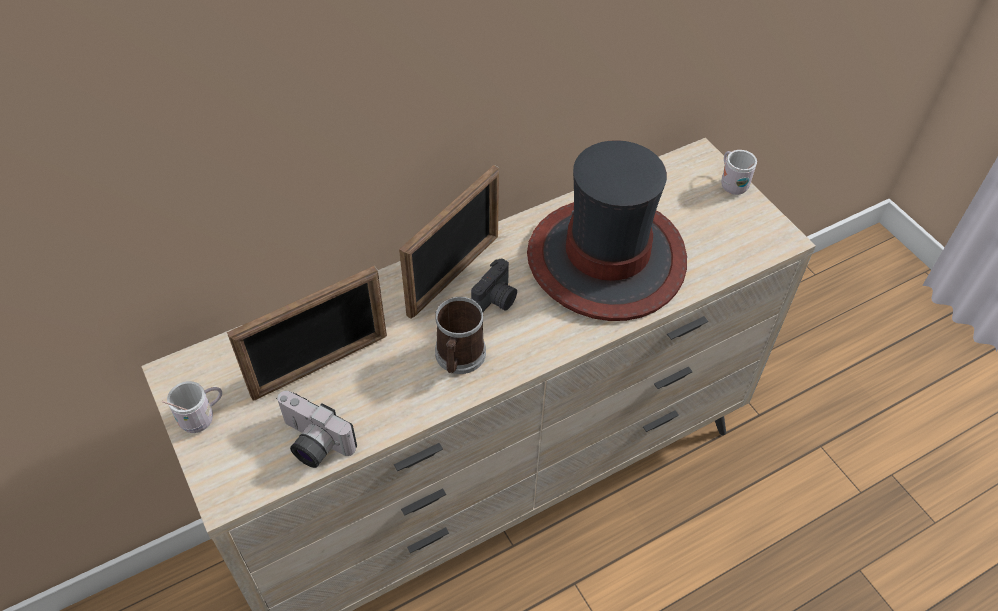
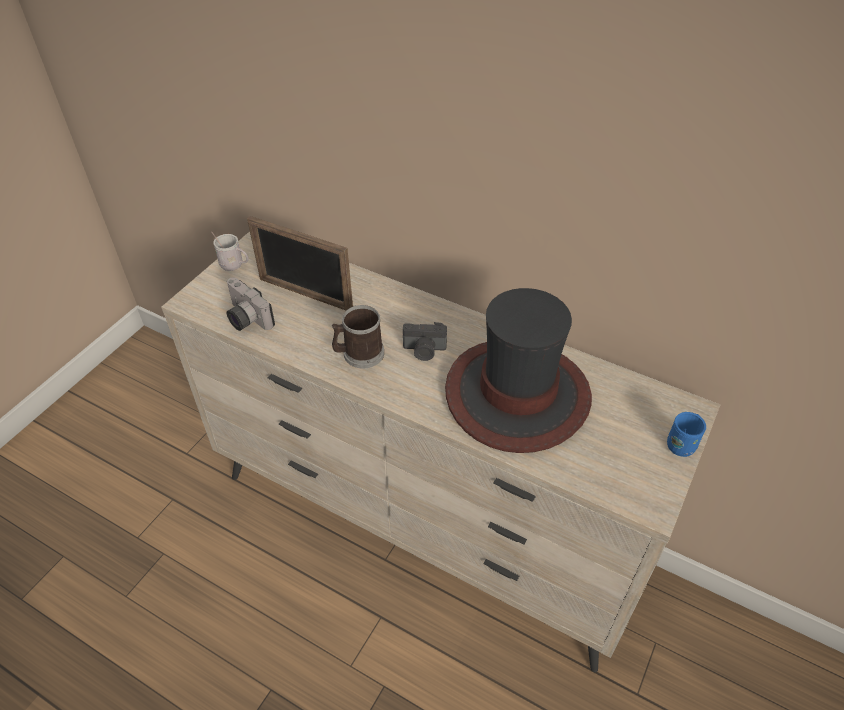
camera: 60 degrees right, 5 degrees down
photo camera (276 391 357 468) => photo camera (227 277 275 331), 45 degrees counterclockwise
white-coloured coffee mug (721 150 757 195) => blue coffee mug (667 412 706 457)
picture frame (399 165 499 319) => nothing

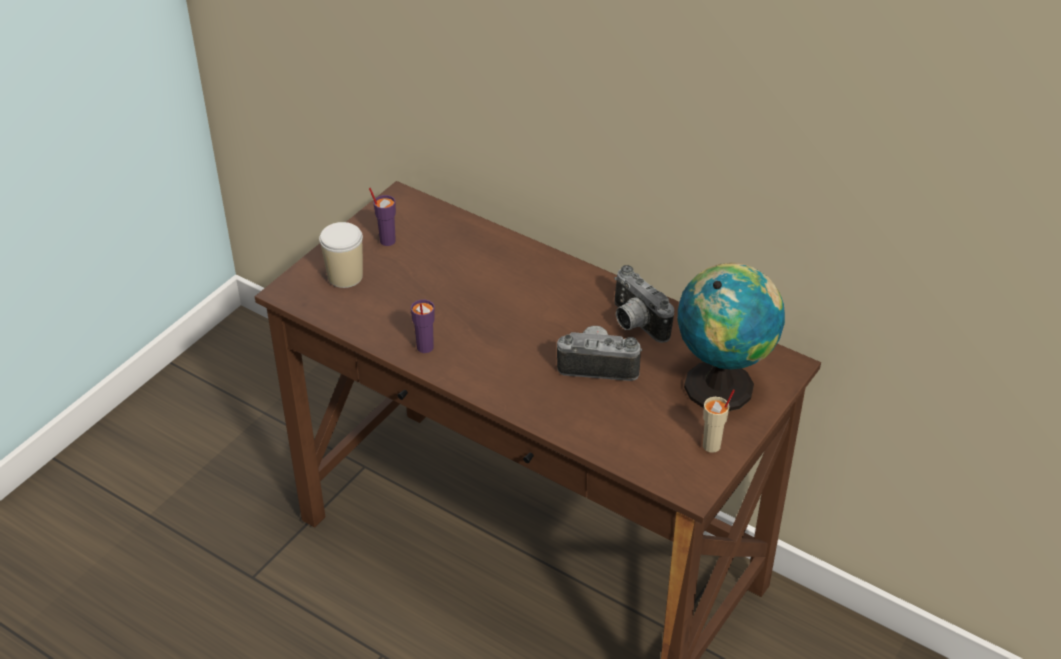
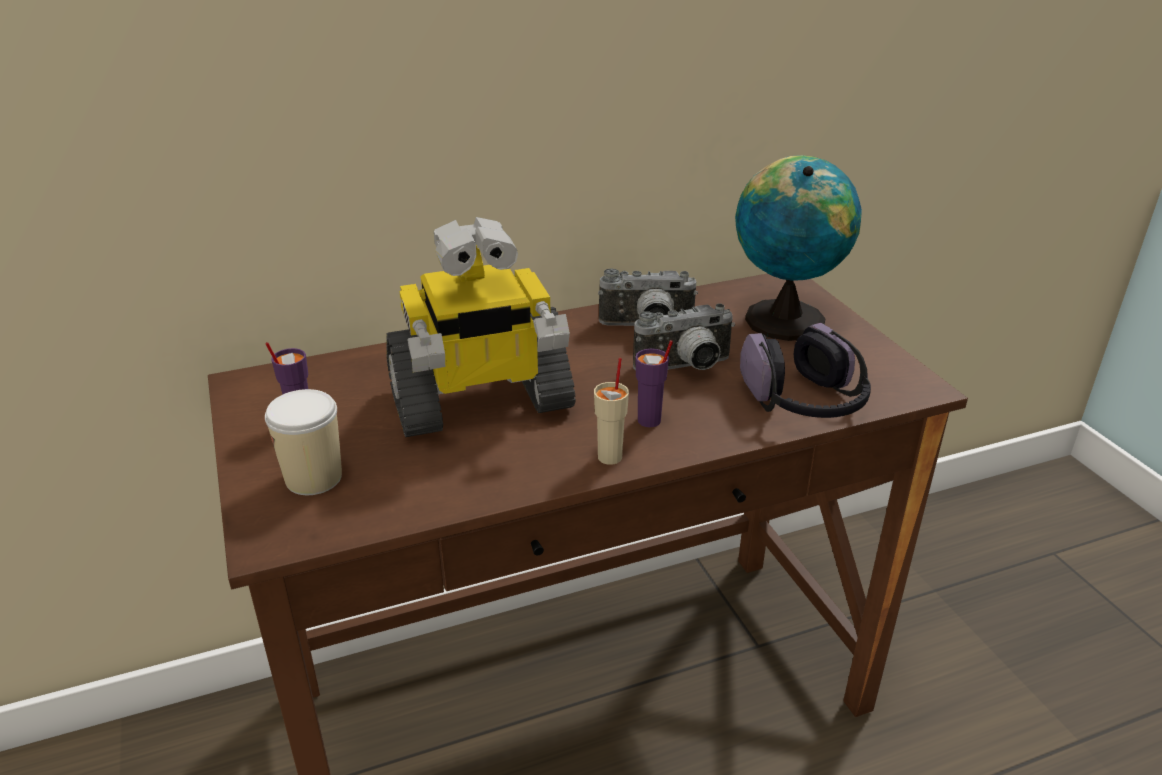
camera: 55 degrees left, 10 degrees down
nothing => toy robot (386 217 576 437)
sand-coloured cup (703 389 735 453) => sand-coloured cup (594 358 629 465), move
photo camera (557 326 642 381) => photo camera (633 303 735 370), 150 degrees counterclockwise
purple cup (411 300 434 353) => purple cup (636 340 673 427), move
nothing => pair of headphones (740 323 871 418)

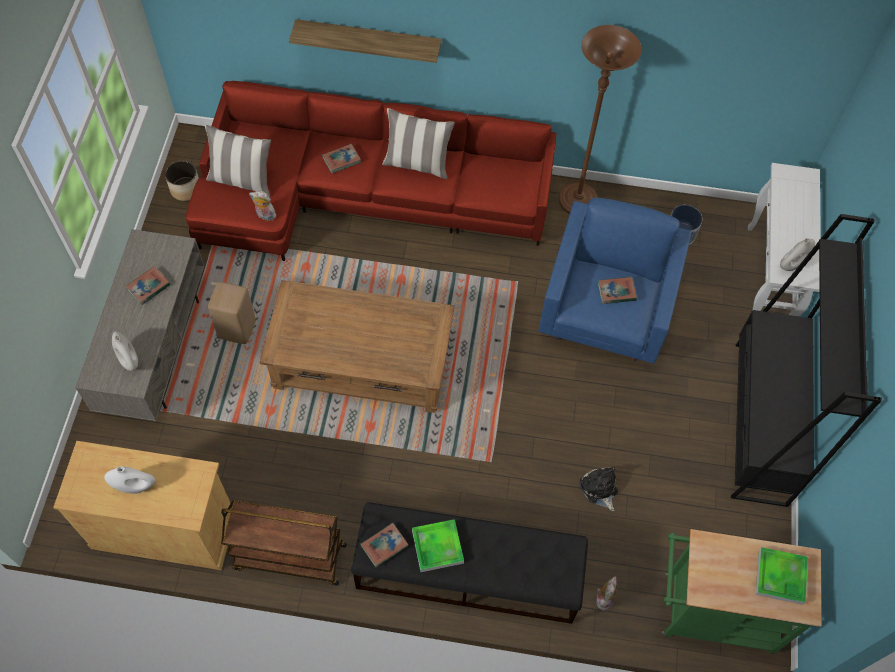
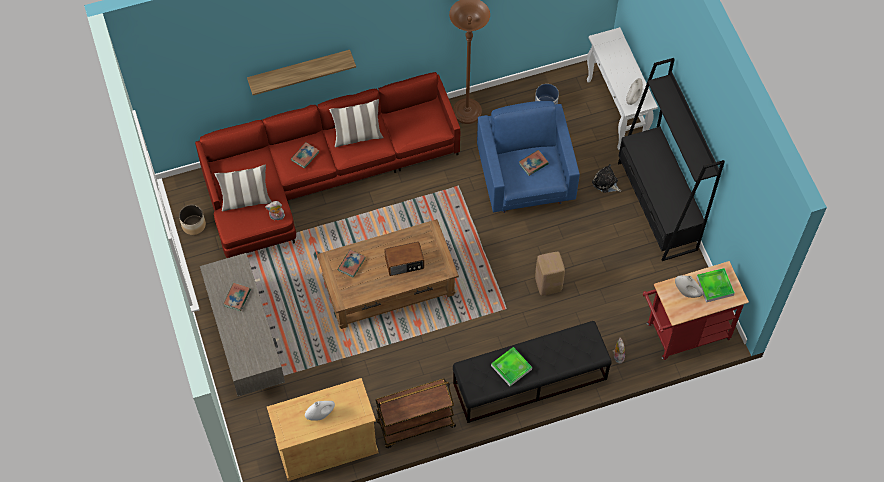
camera: 25 degrees left, 0 degrees up
bound book (360 523 408 567) => bound book (337 250 365 278), move
nothing => radio (384 242 424 276)
sand-coloured stool seat (208 282 256 344) => sand-coloured stool seat (535 252 565 296), move
plush toy (580 467 618 511) => plush toy (592 164 621 193), move
greenish trolley (662 529 822 654) => reddish trolley (643 261 749 360)
white-coloured decorative vase (112 331 138 371) => white-coloured decorative vase (675 275 703 298), move

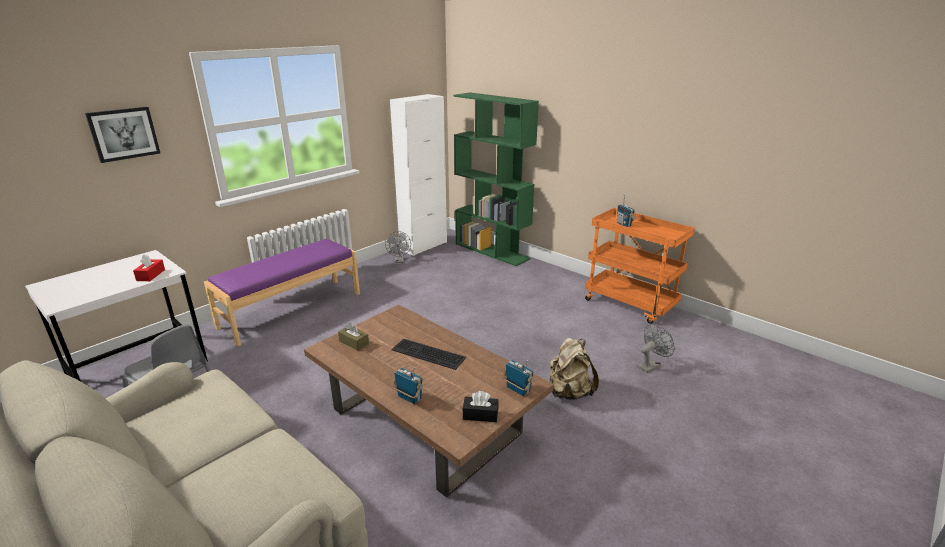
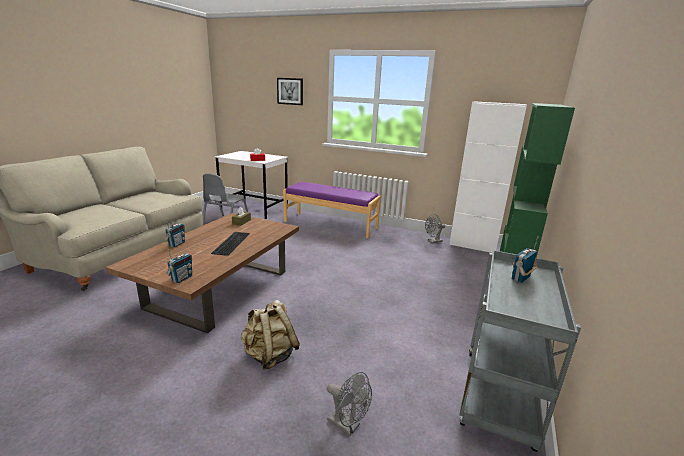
camera: 70 degrees right, 5 degrees down
orange trolley (585 208 695 324) => gray trolley (459 250 581 452)
black-coloured box of tissues (462 391 499 422) => nothing

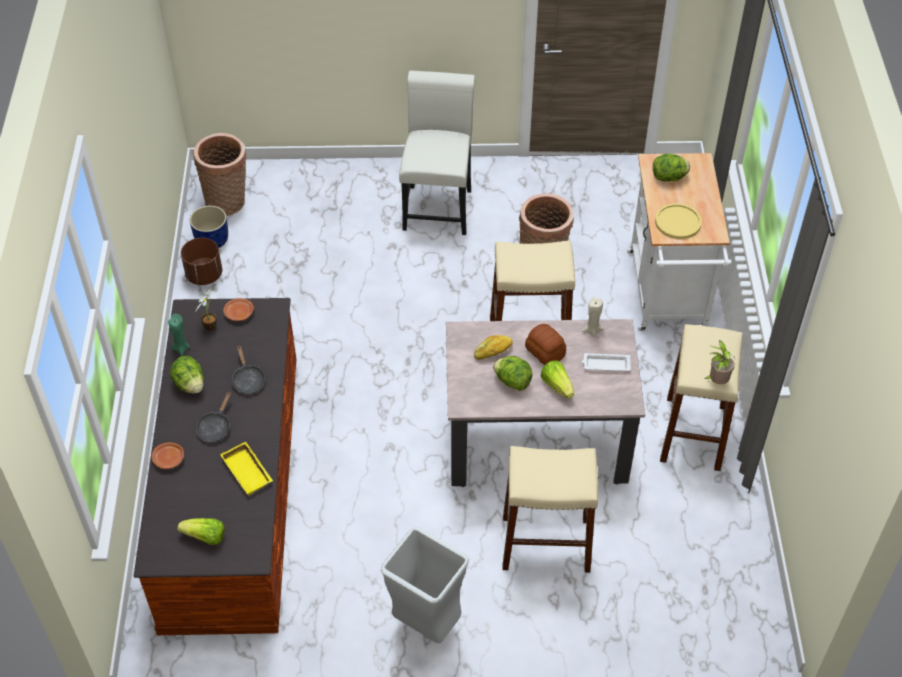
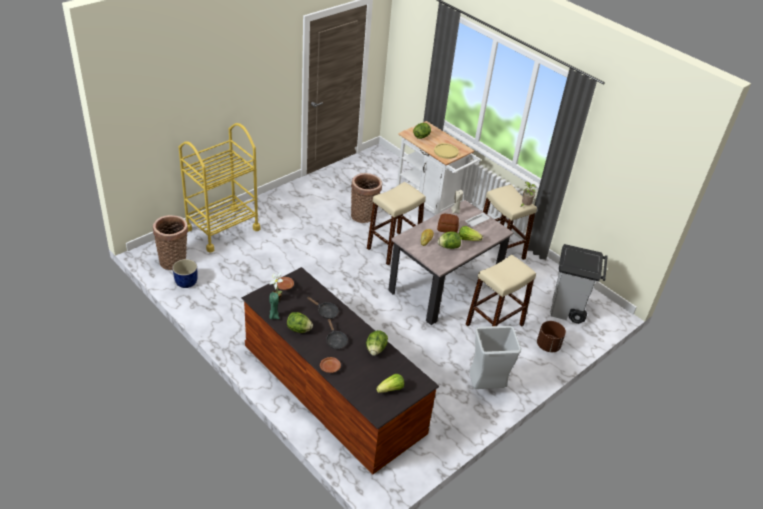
camera: 45 degrees left, 10 degrees down
nothing => yellowish trolley (178 123 261 253)
yellowish tray (220 442 273 495) => head of lettuce (366 330 388 356)
brown flower pot (181 238 222 285) => brown flower pot (537 321 566 352), move
nothing => gray waste bin (550 244 608 324)
white-coloured plain chair (399 71 475 235) => nothing

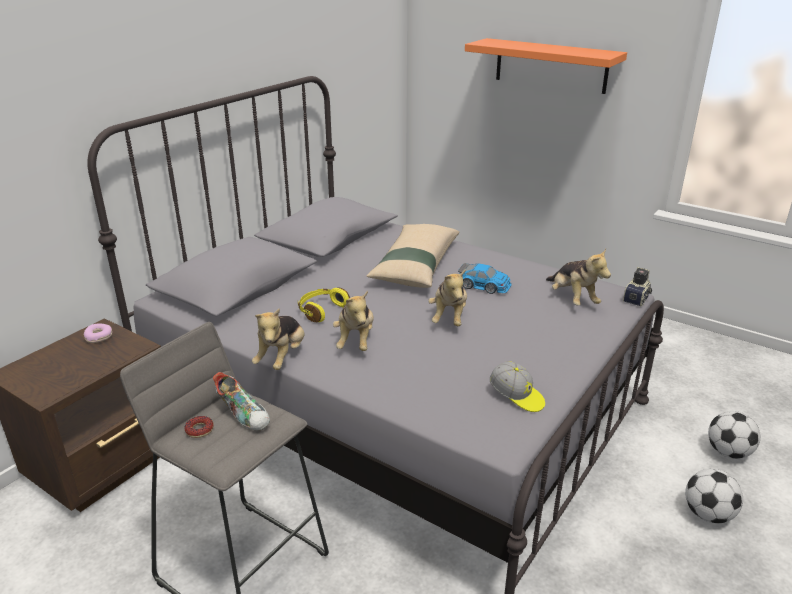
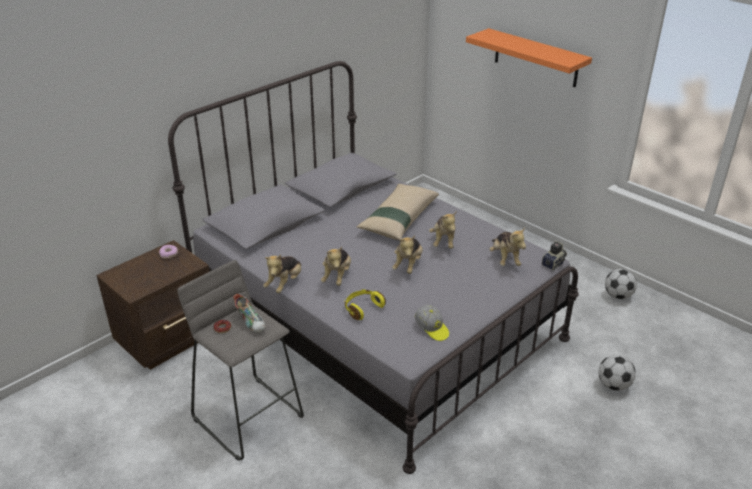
camera: 10 degrees right, 5 degrees up
yellowish pair of headphones (297 288 350 322) => yellowish pair of headphones (344 289 386 320), move
miniature car (458 263 512 294) => plush toy (429 211 457 249)
football (685 469 743 523) => football (605 269 637 299), move

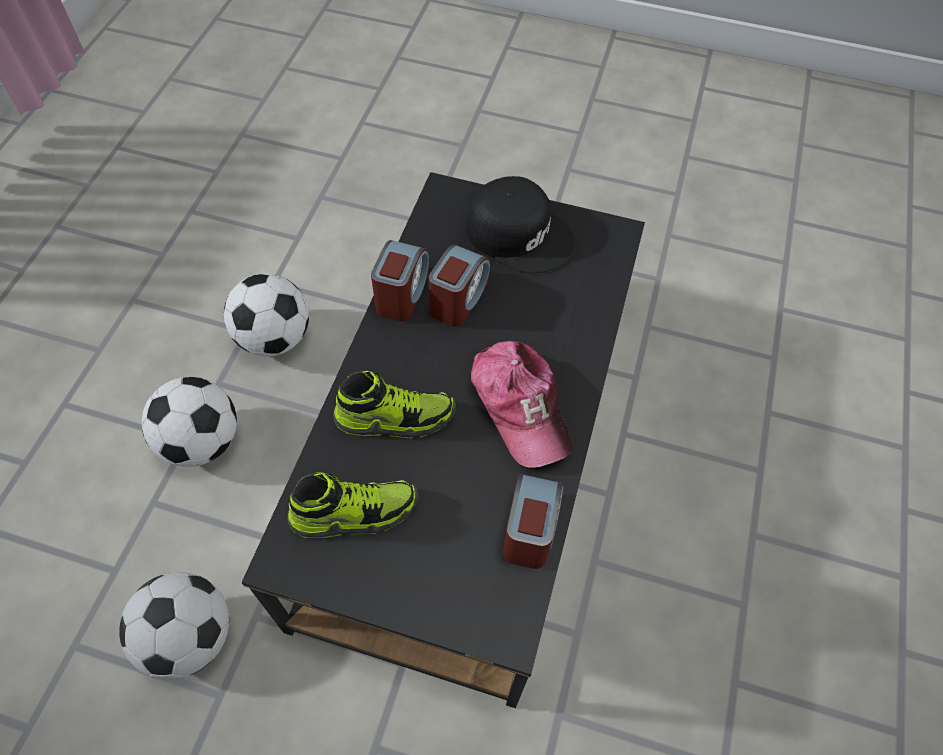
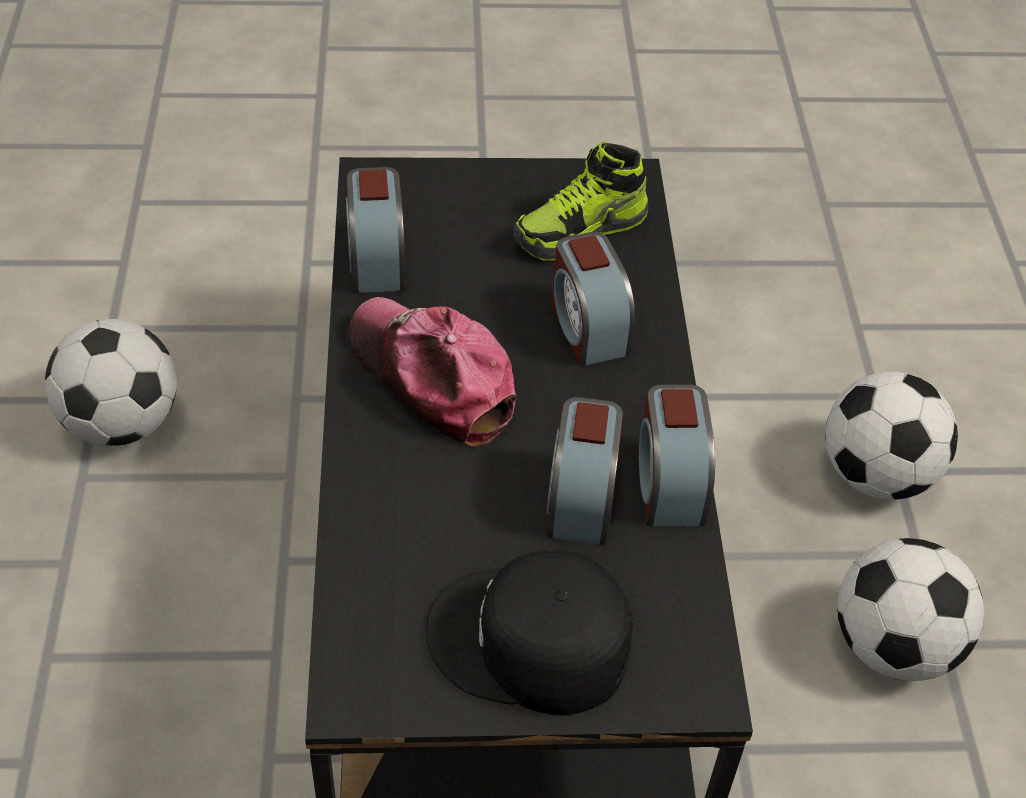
camera: 160 degrees right, 10 degrees down
football (119 572 229 680) => football (45 319 177 446), move
shoe (333 371 456 439) => bedside clock (551 232 635 366)

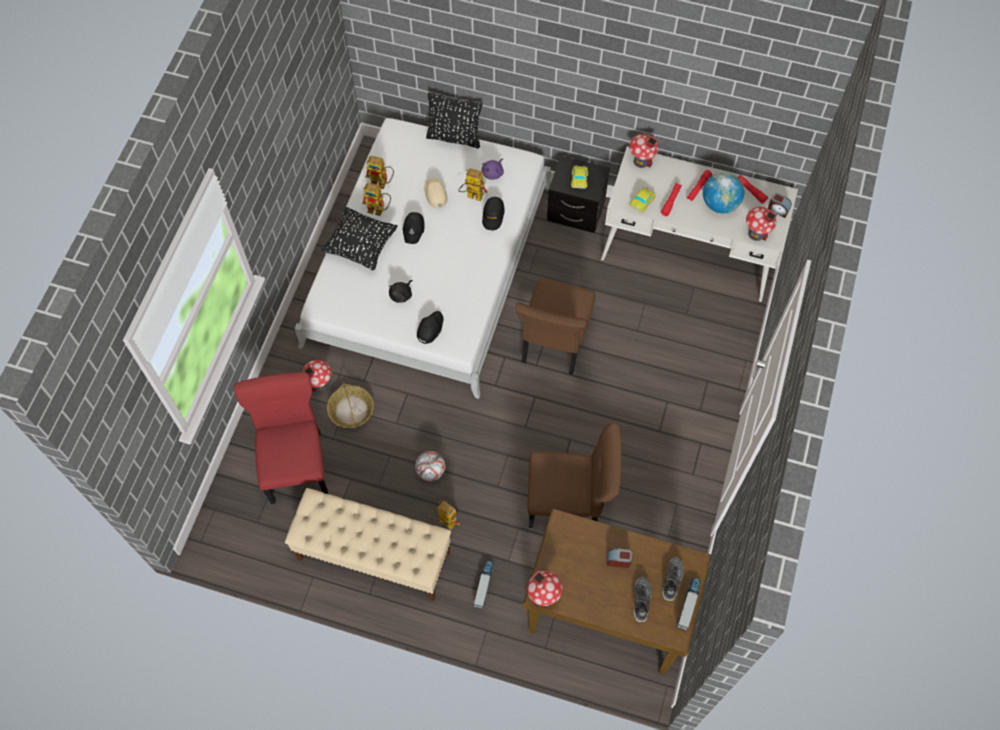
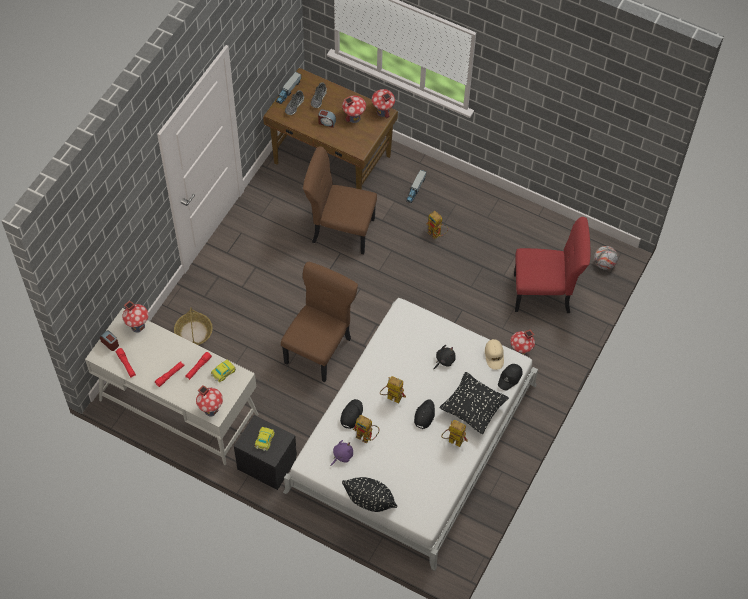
camera: 170 degrees left, 5 degrees down
basket (327 382 374 428) => basket (174 307 213 345), move
nothing => model house (342 96 366 123)
toy robot (365 156 394 189) => toy robot (380 376 406 404), move
sand-coloured cap (424 178 447 209) => sand-coloured cap (485 339 504 370), move
black-coloured cap (417 311 443 344) => black-coloured cap (498 364 523 391), move
reddish plain chair (234 372 328 504) => reddish plain chair (514 217 590 313), 90 degrees counterclockwise
football (415 451 446 482) => football (594 246 618 270), move
sand-coloured long seat (285 488 451 601) => nothing
desk globe (703 172 744 213) => nothing

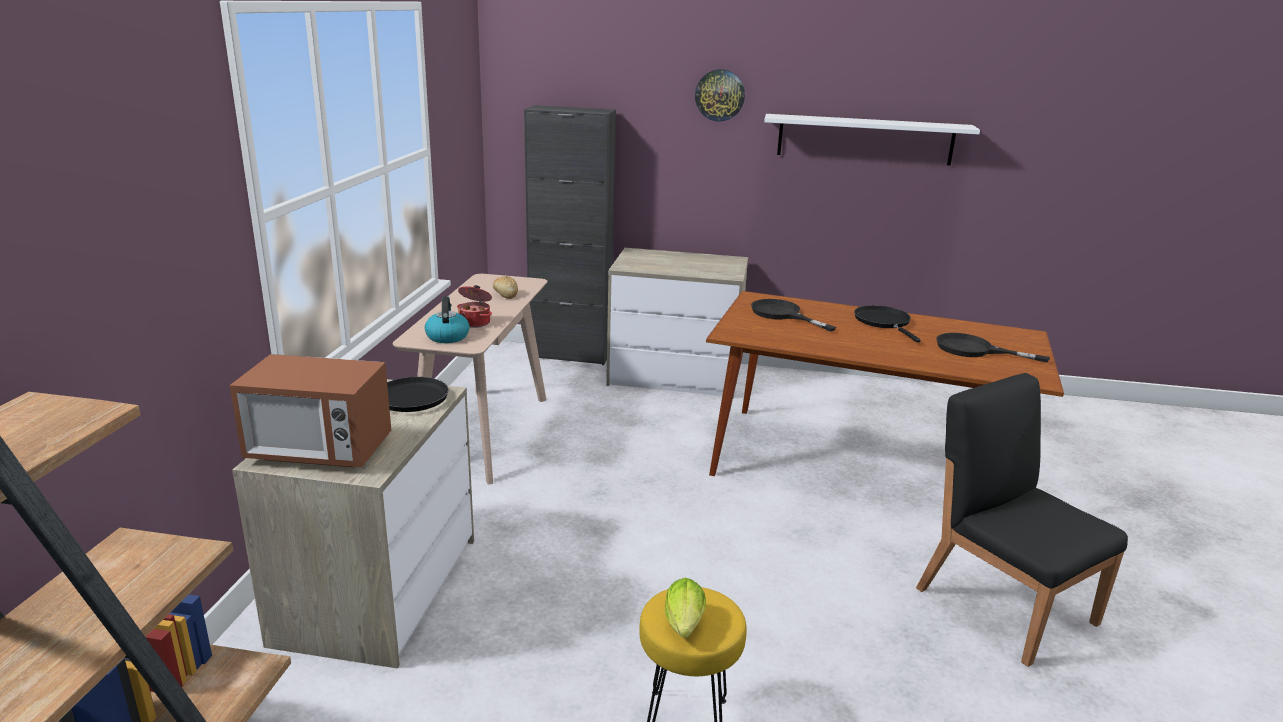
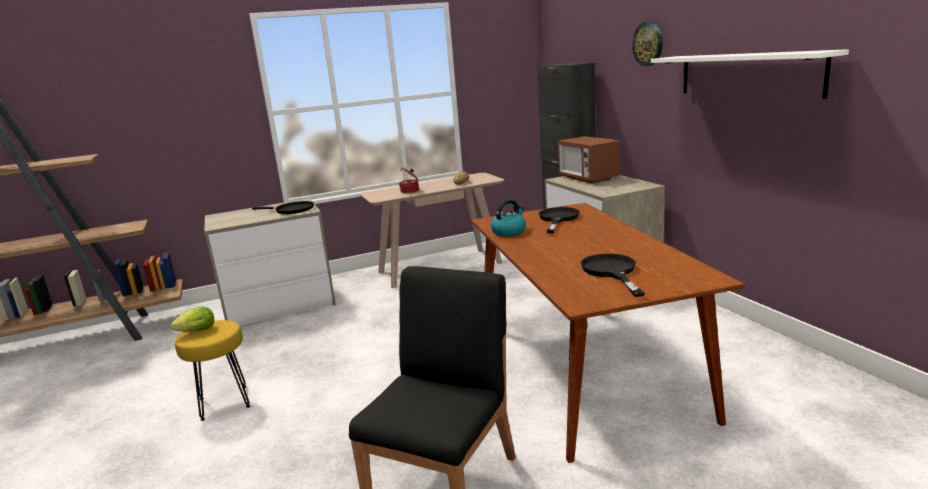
camera: 60 degrees right, 5 degrees down
tea kettle (425 296 470 343) => tea kettle (491 199 526 237), move
microwave oven (230 354 391 467) => microwave oven (558 136 620 183), move
black-coloured frying pan (854 305 921 342) => nothing

